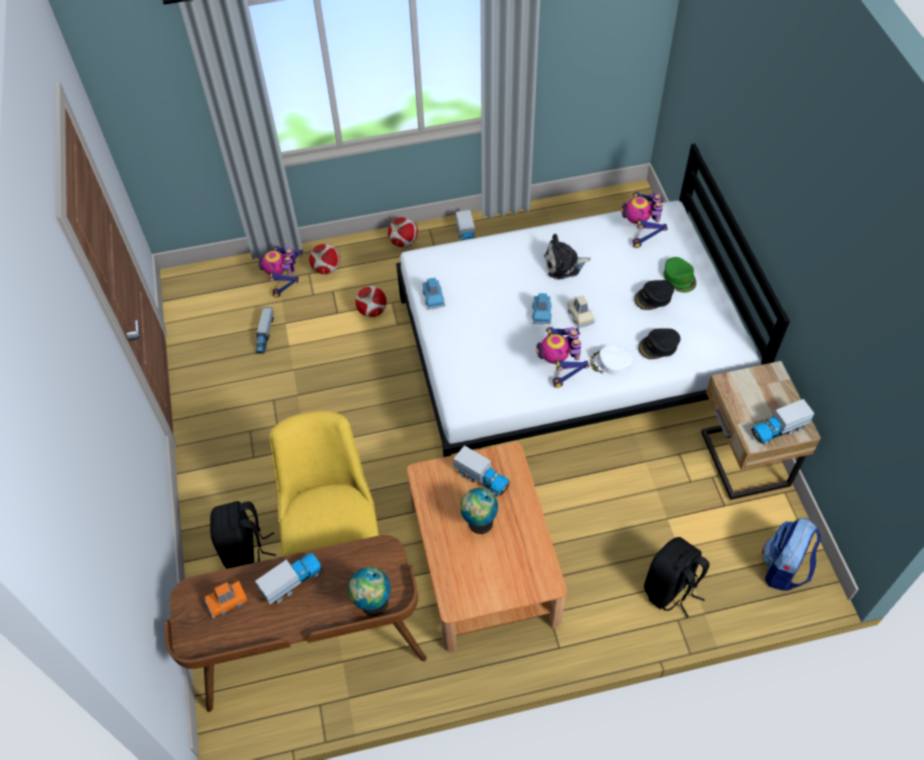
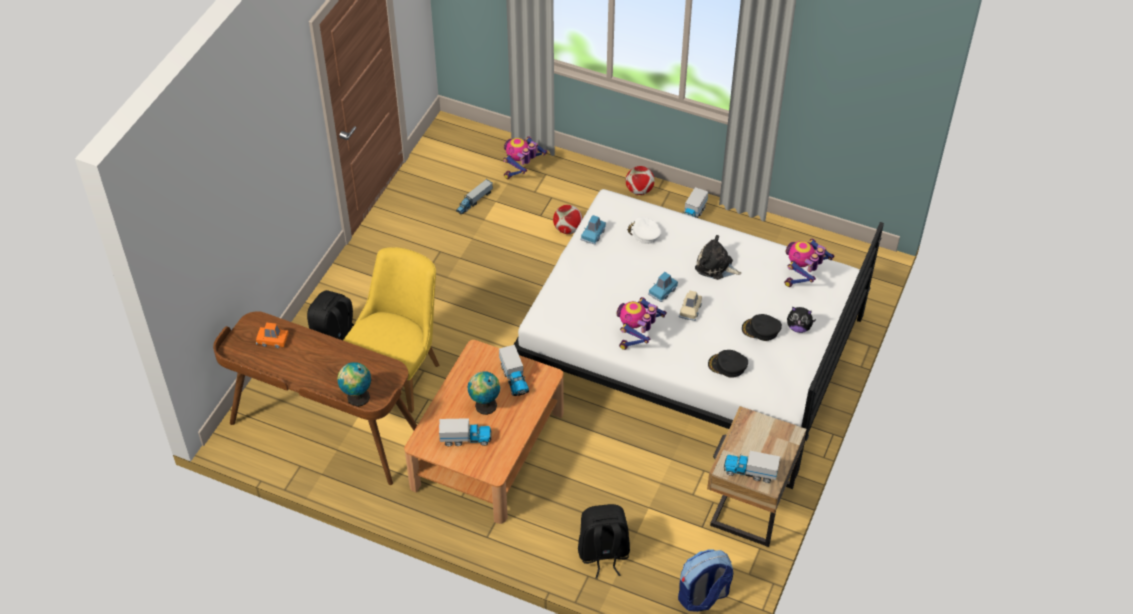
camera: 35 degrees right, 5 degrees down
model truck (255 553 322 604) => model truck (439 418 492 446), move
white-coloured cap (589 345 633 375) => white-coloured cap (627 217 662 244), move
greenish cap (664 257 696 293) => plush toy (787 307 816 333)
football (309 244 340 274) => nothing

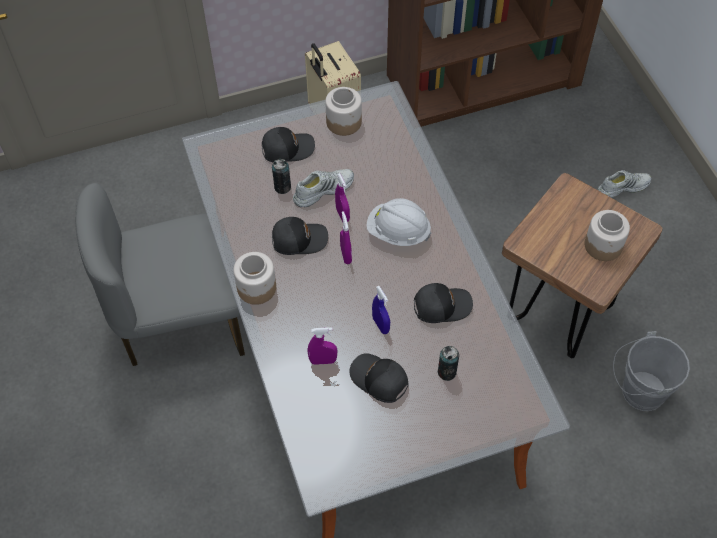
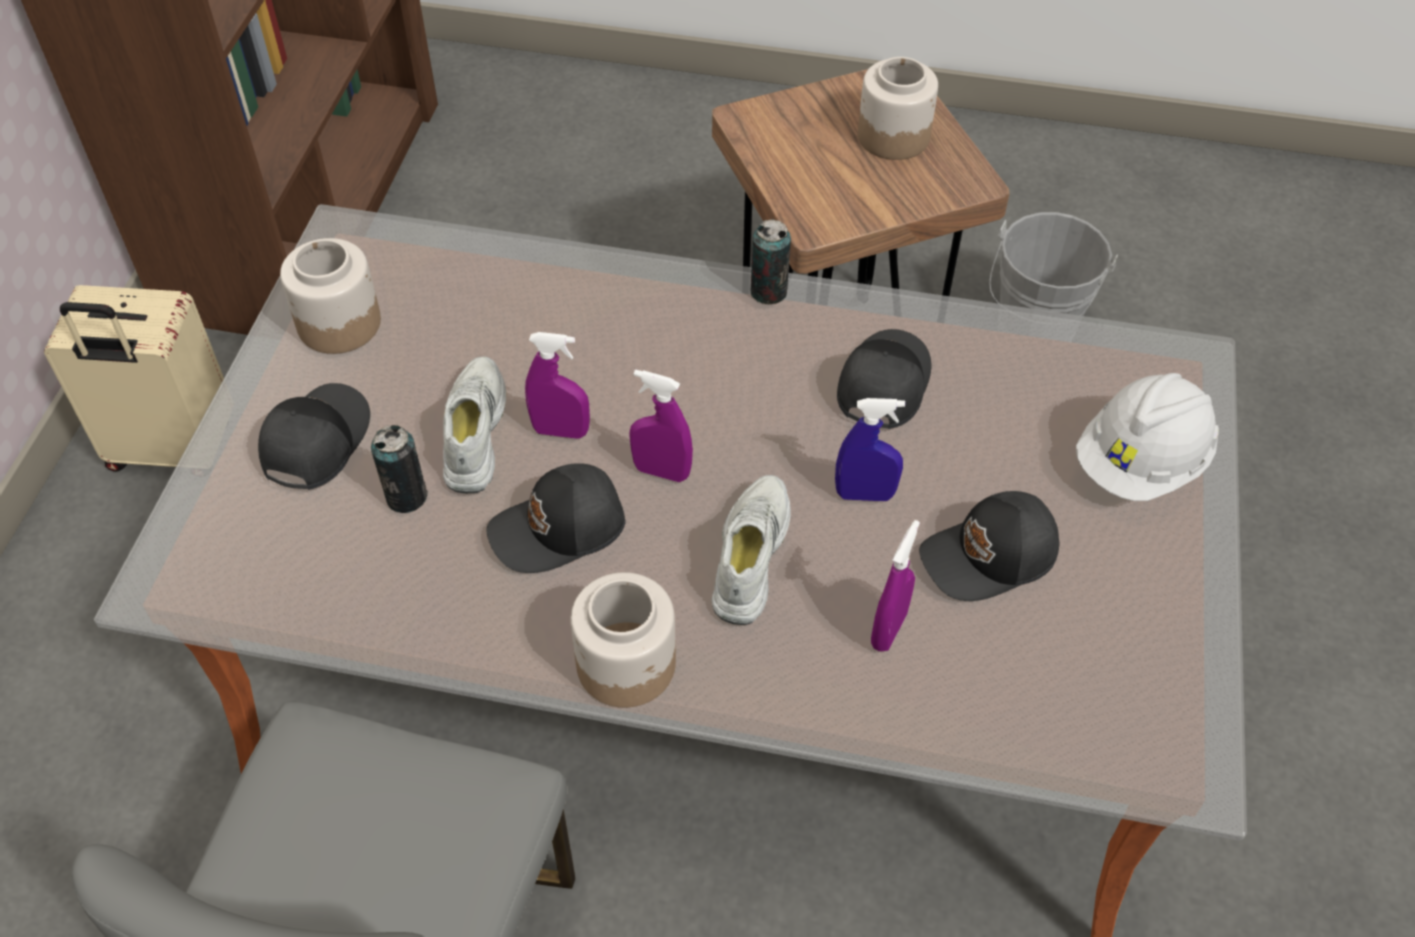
camera: 60 degrees left, 5 degrees down
black-coloured cap (272 217 328 255) => black-coloured cap (487 463 626 573), 135 degrees counterclockwise
white-coloured shoe (598 170 652 198) => white-coloured shoe (711 475 791 625), move
metal can (438 346 459 381) => metal can (751 219 791 304), move
white-coloured safety helmet (366 198 432 246) => white-coloured safety helmet (1076 373 1219 501), move

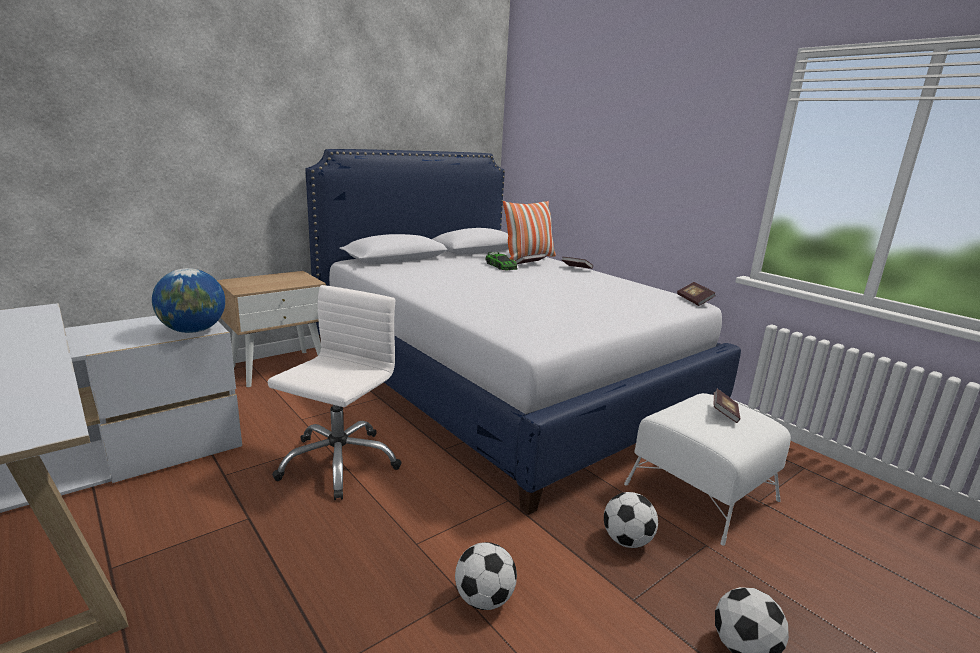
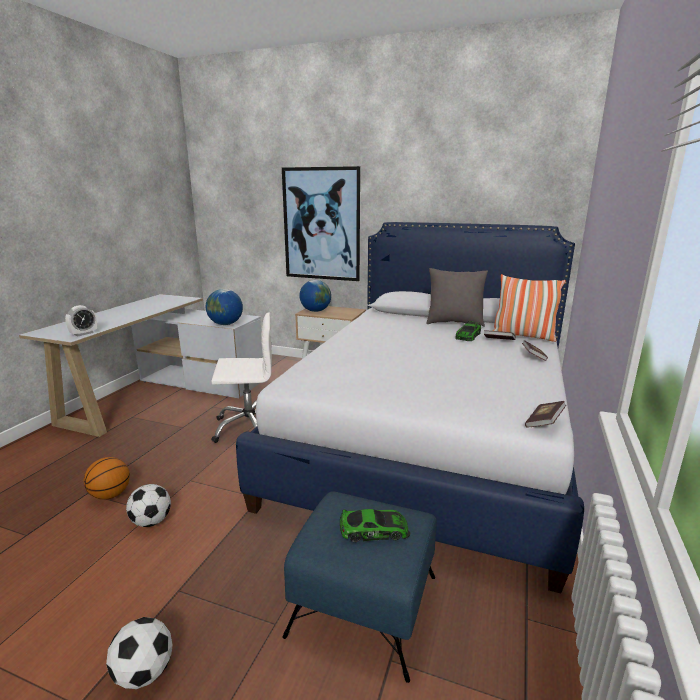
camera: 60 degrees right, 0 degrees up
nothing => bedside clock (65 305 97 336)
nothing => basketball (84 457 130 500)
nothing => wall picture (282 166 360 281)
white-coloured pouffe (624 393 791 546) => blue pouffe (282 491 437 683)
nothing => desk globe (299 280 331 312)
bound book (714 389 740 423) => miniature car (340 509 410 542)
nothing => gray pillow (426 268 488 327)
football (604 492 658 548) => nothing

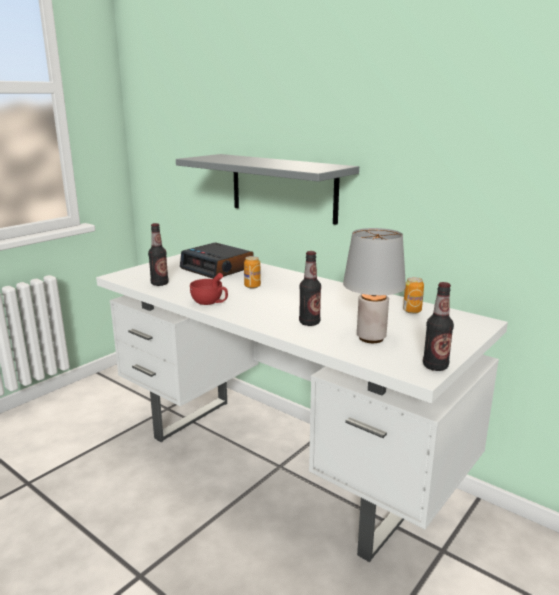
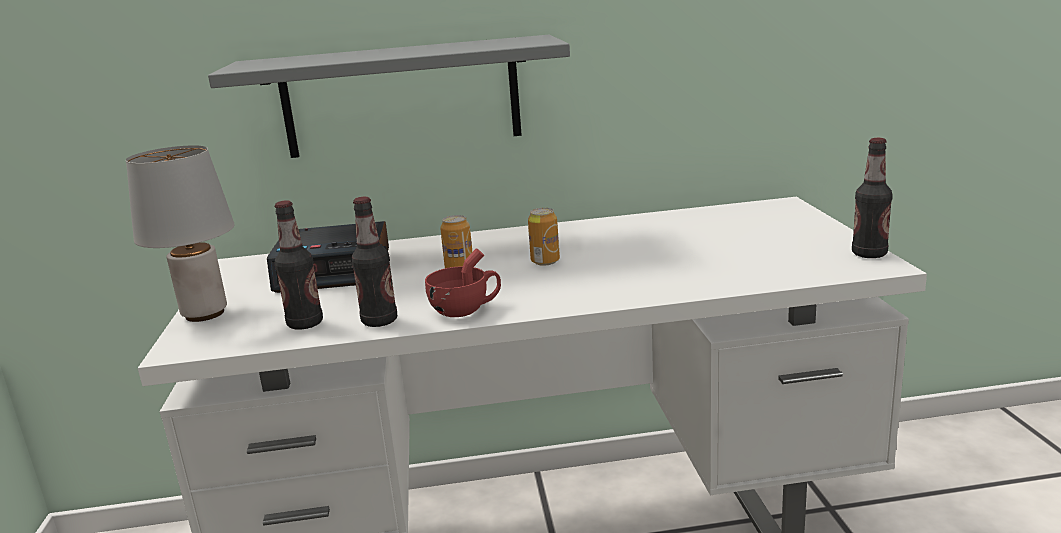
camera: 45 degrees left, 0 degrees up
gray table lamp (343 228 406 343) => gray table lamp (126 145 235 322), move
bottle (299 251 321 326) => bottle (351 197 397 327), move
metal can (403 277 424 314) => metal can (528 208 560 266), move

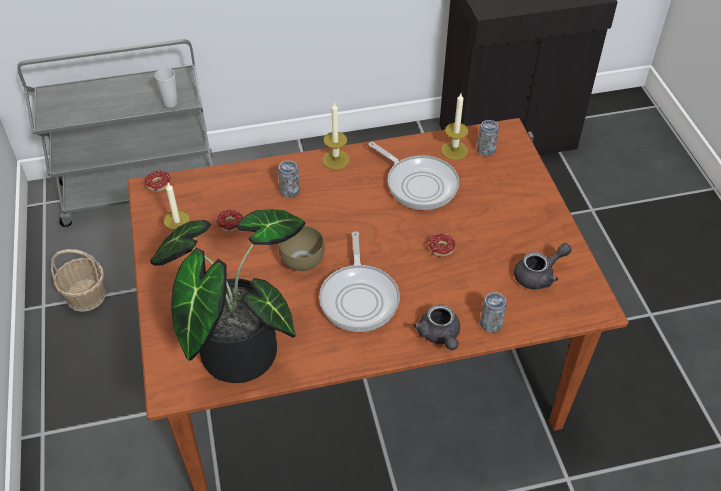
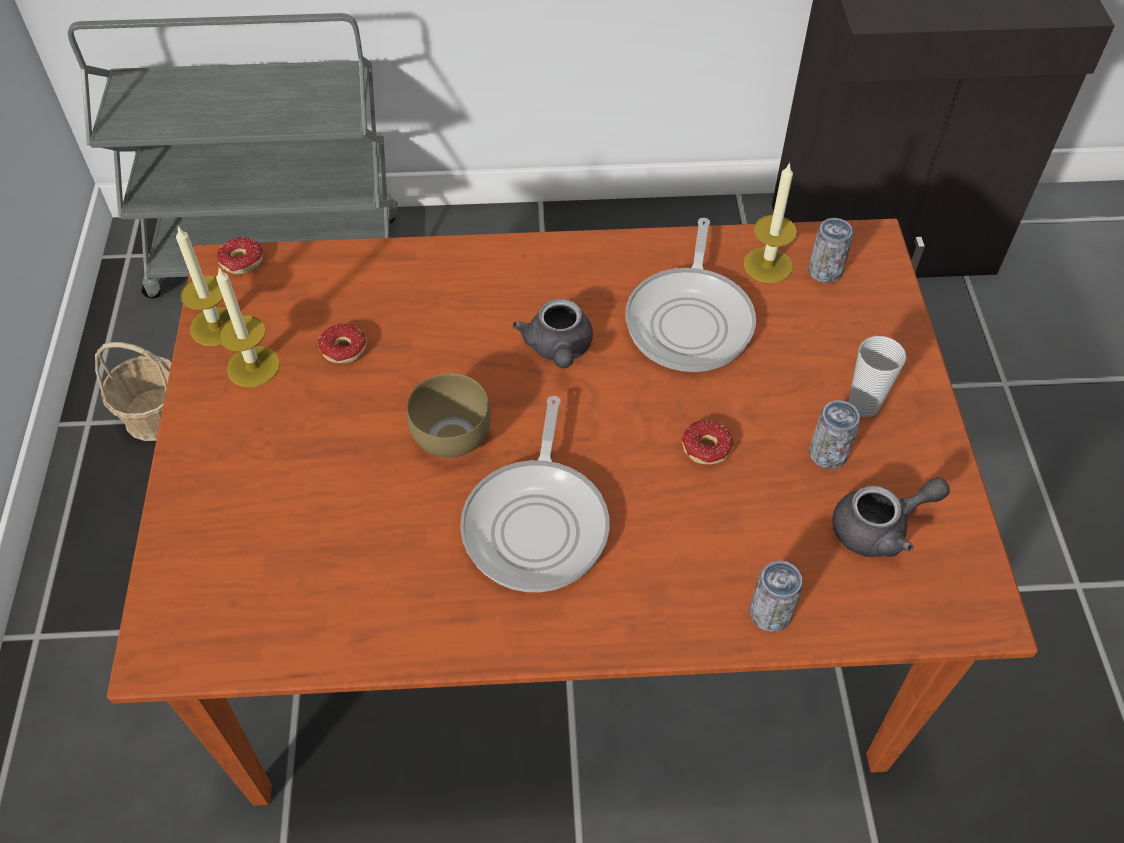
camera: 10 degrees right, 5 degrees up
wax candle (322 102 350 170) => wax candle (176 226 230 346), move
gray tea pot (413 304 460 350) => gray tea pot (512 299 593 369), move
frying pan (369 142 459 210) => frying pan (625 218 756 372), 45 degrees clockwise
metal can (278 160 300 198) => metal can (809 400 860 469), move
cup (155 68 178 107) => cup (848 336 907 417), move
plant in a pot (150 209 306 383) => nothing

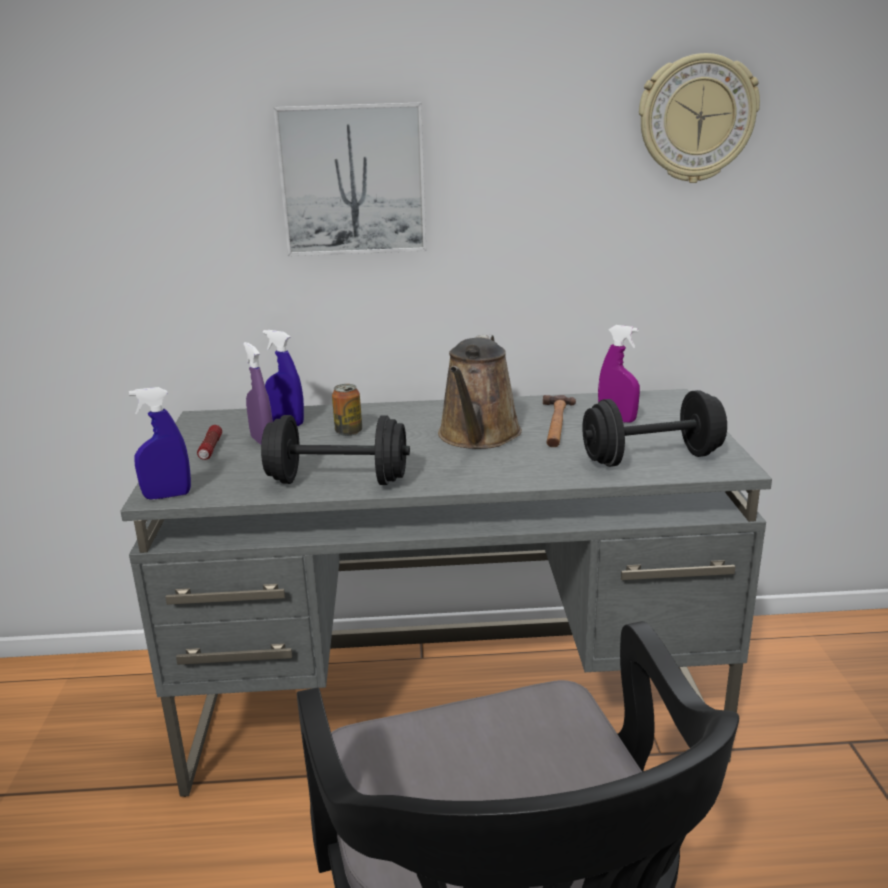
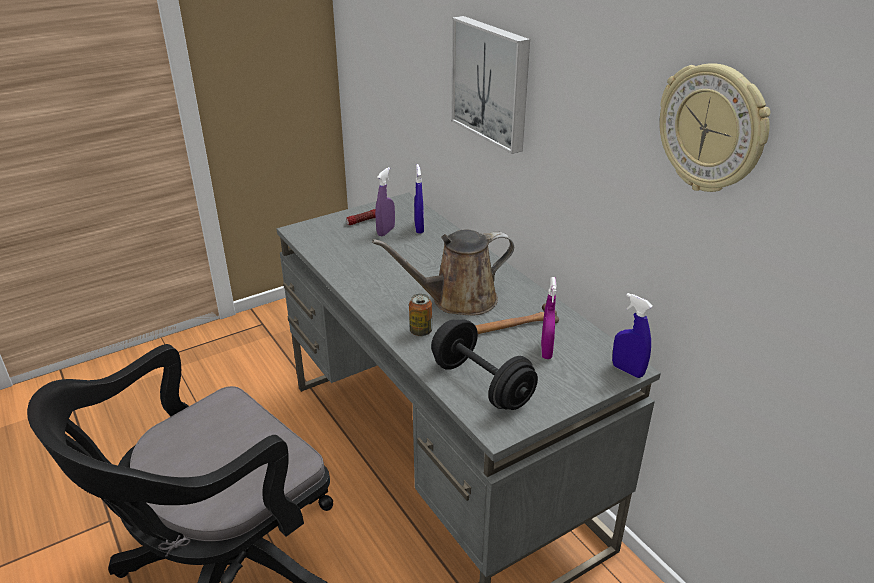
camera: 60 degrees right, 10 degrees up
metal can (332 384 362 436) => metal can (409 294 432 336), move
blue spray bottle (129 387 191 499) => blue spray bottle (612 293 653 378), move
black-coloured free weight (261 415 410 485) => nothing

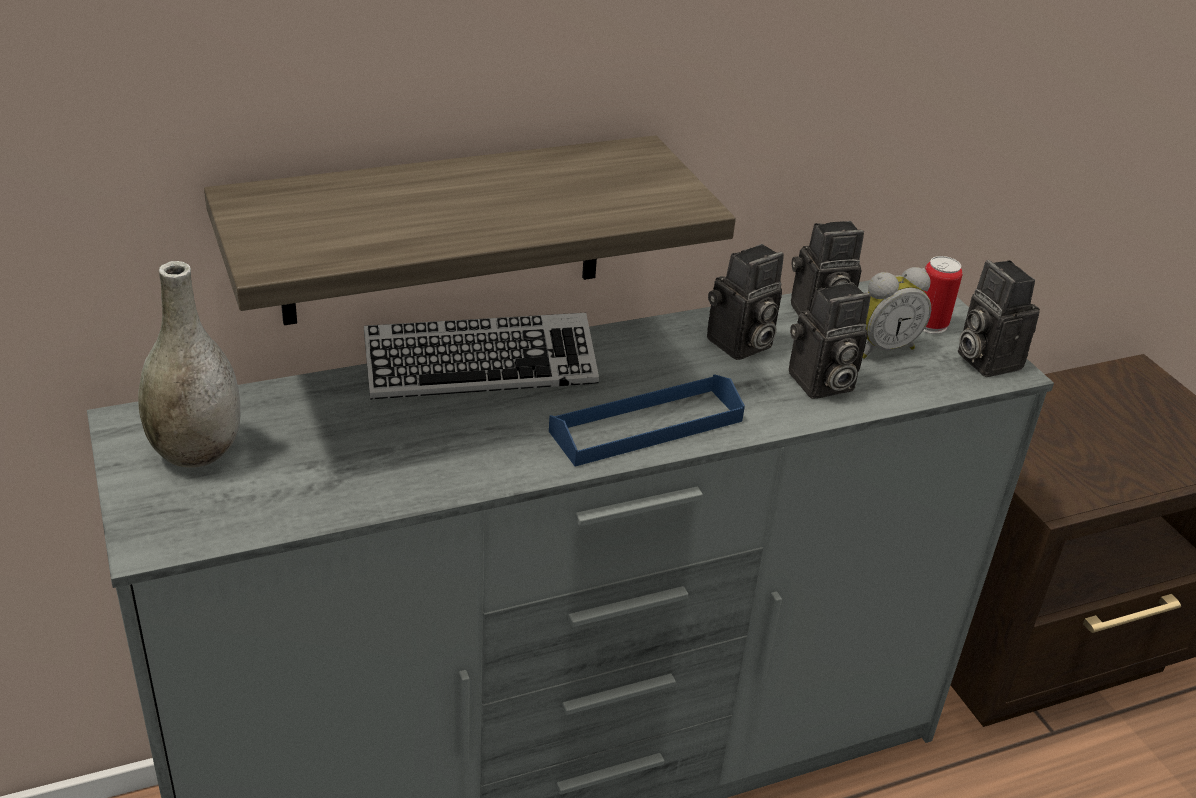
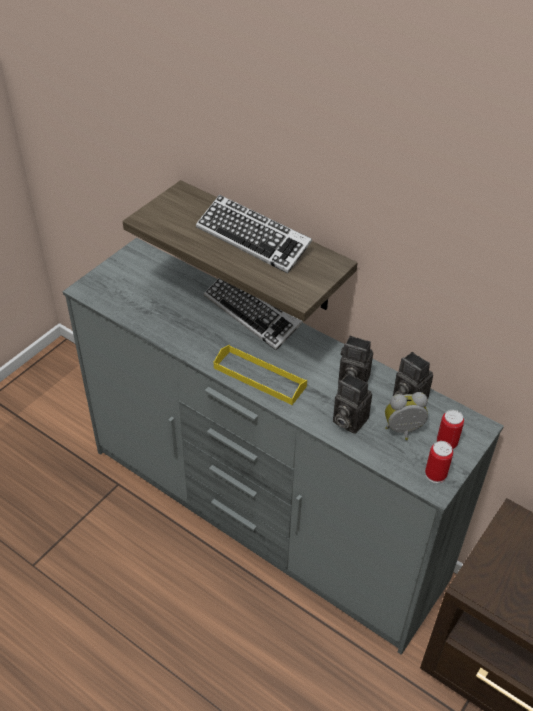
camera: 60 degrees right, 10 degrees up
nothing => PC keyboard (196 195 312 273)
blue tray (549 374 745 466) => yellowish tray (214 345 307 405)
bedside clock (862 267 931 359) => bedside clock (385 392 428 440), 135 degrees clockwise
photo camera (958 260 1040 377) => metal can (425 441 453 483)
gray decorative vase (138 261 240 468) => nothing

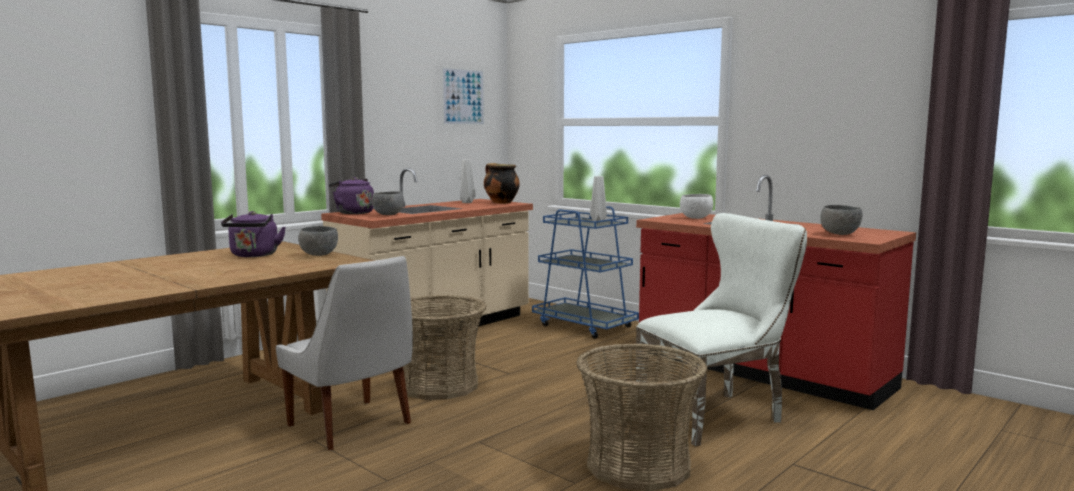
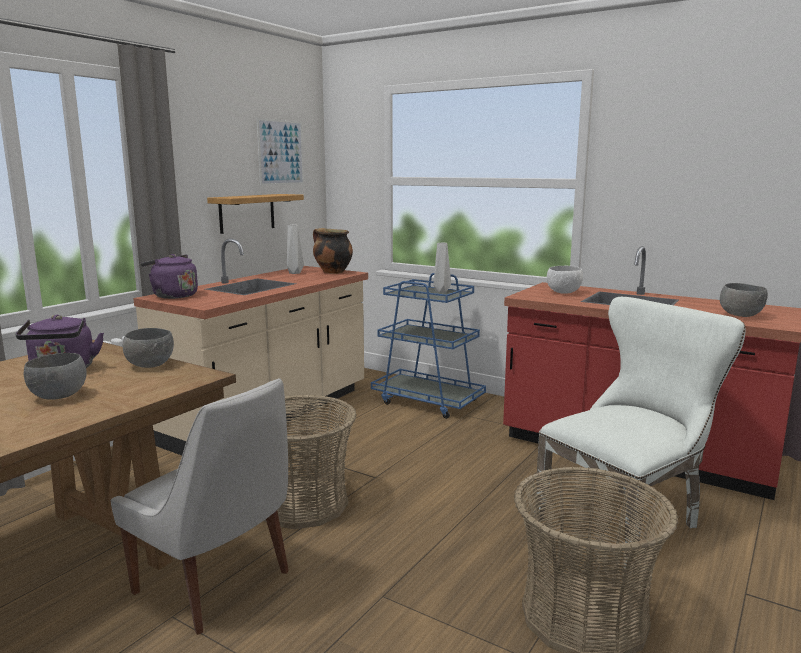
camera: 10 degrees left, 5 degrees up
gray bowl (372 191 404 215) => gray bowl (23 353 87 400), move
nothing => shelf (207 194 304 234)

